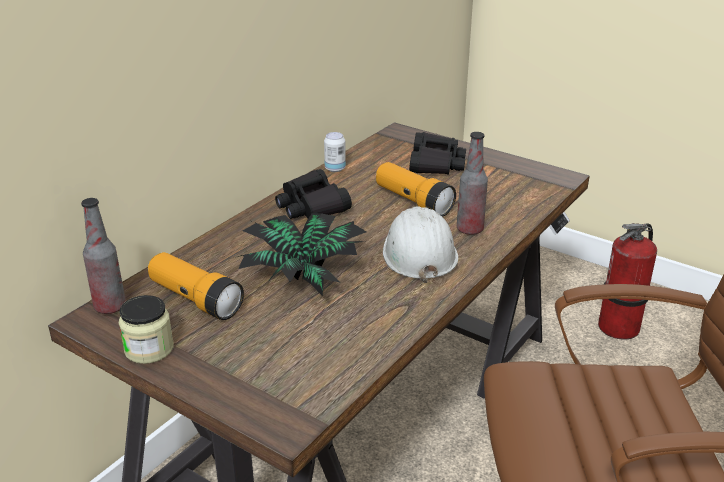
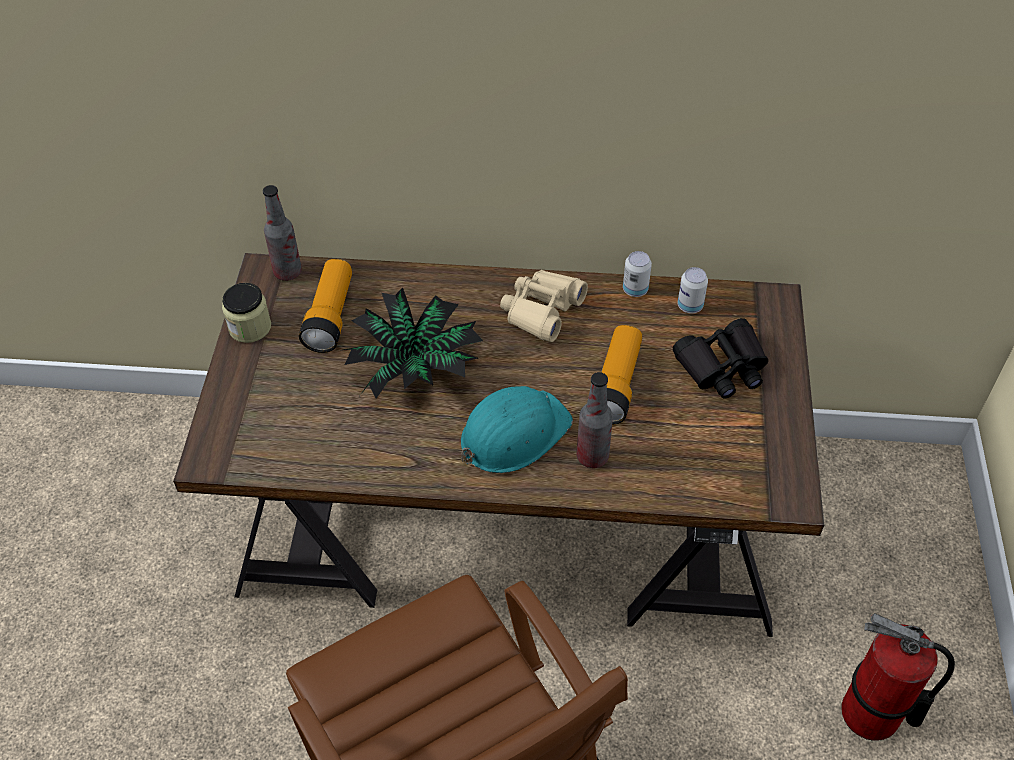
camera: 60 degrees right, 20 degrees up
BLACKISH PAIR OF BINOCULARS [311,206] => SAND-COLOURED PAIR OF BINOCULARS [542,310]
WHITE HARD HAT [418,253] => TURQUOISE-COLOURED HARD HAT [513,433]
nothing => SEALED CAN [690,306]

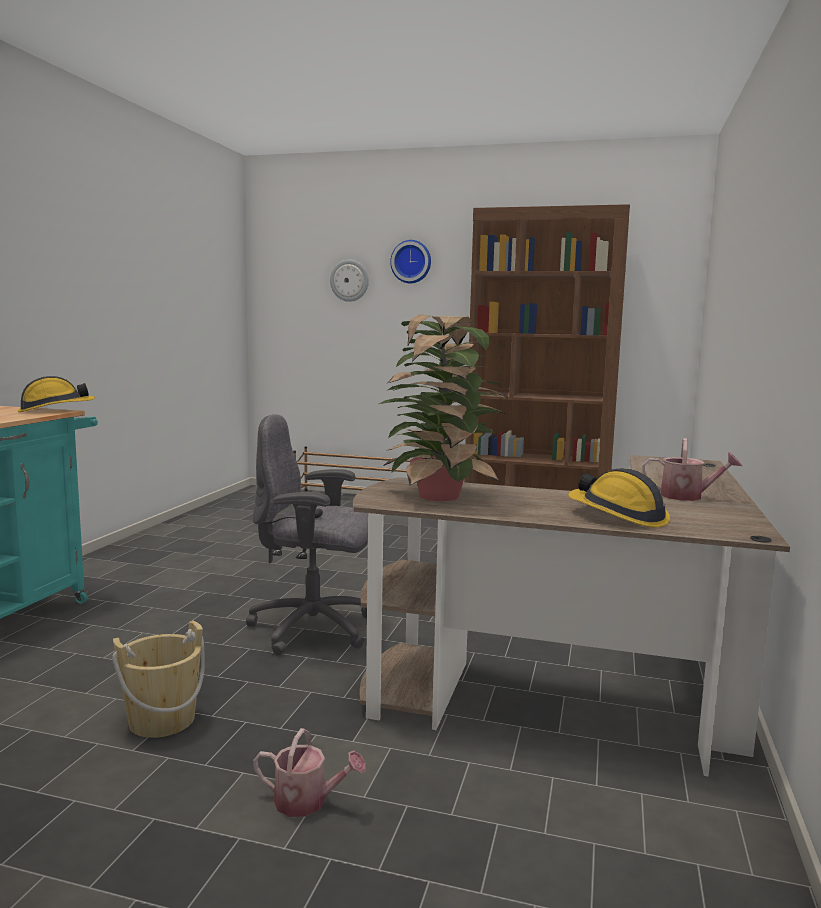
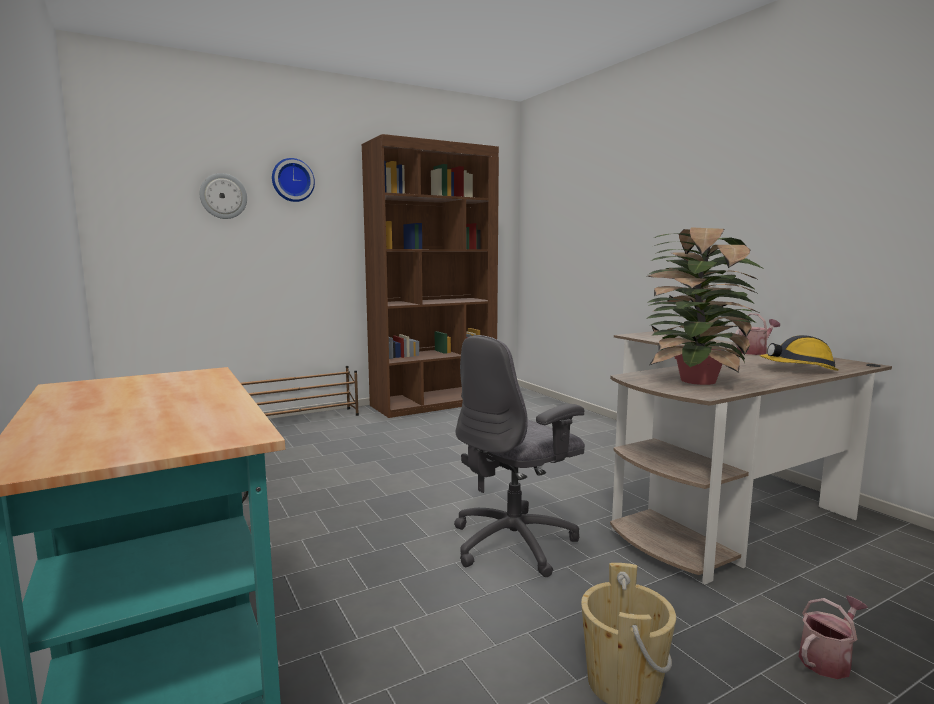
camera: 45 degrees left, 0 degrees up
HARD HAT [55,410] => nothing

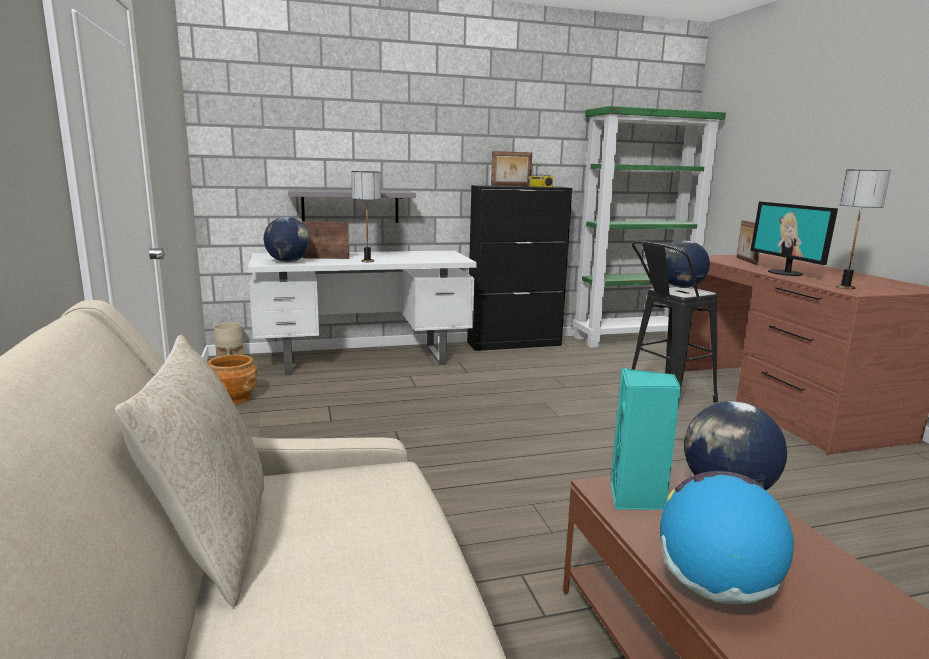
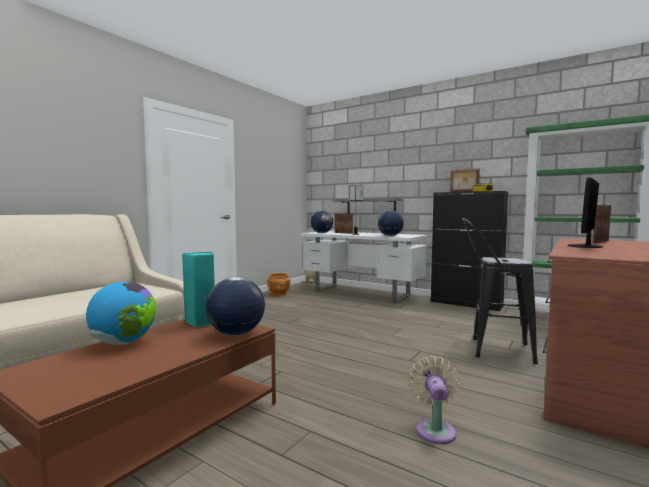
camera: 50 degrees right, 10 degrees down
SAND-COLOURED CUSHION [212,542] => nothing
GLOBE [681,287] => GLOBE [390,235], move
TABLE LAMP [846,287] => nothing
nothing => SAND-COLOURED FAN [435,429]

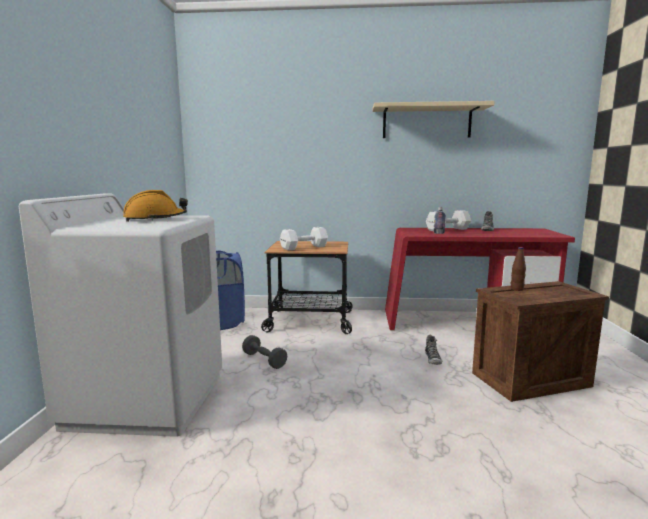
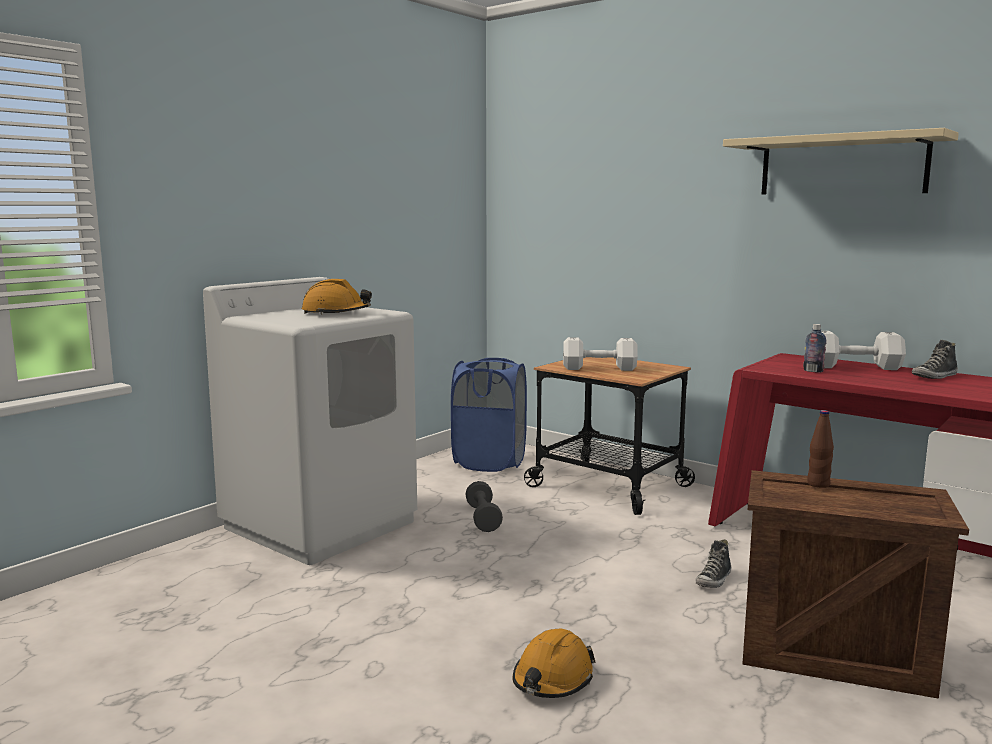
camera: 35 degrees right, 0 degrees up
nothing => ORANGE HARD HAT [552,679]

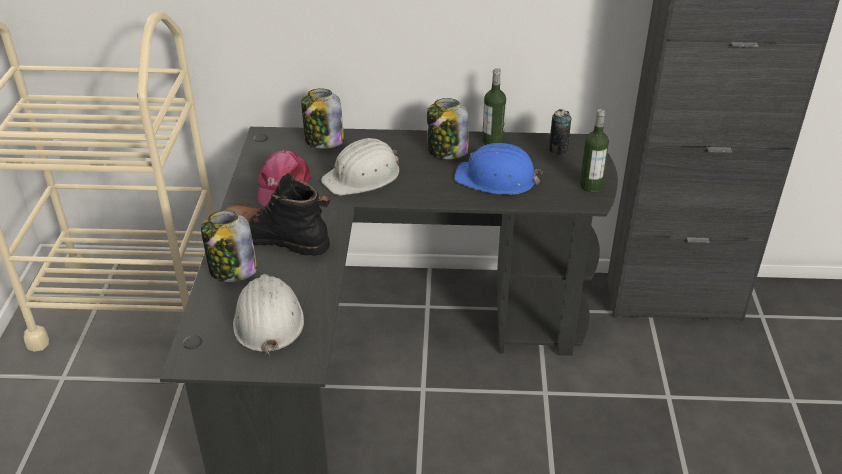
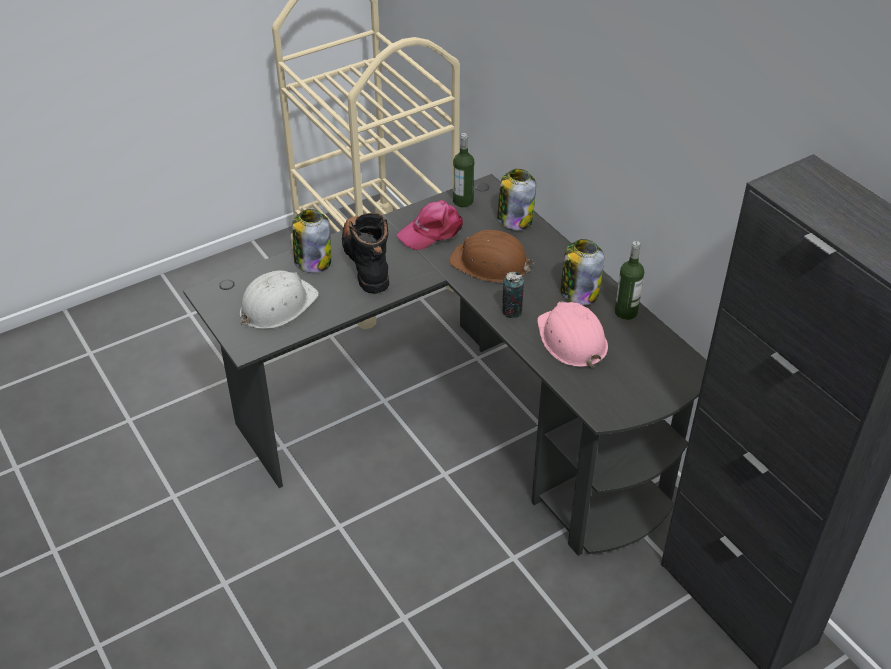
camera: 55 degrees right, 5 degrees up
WHITE HARD HAT [363,176] => BROWN-COLOURED HARD HAT [490,264]
BLUE-COLOURED HARD HAT [496,178] => PINKISH HARD HAT [571,340]
SEALED CAN [558,150] => SEALED CAN [511,312], move
DRINK BOTTLE [590,186] => DRINK BOTTLE [463,201], move

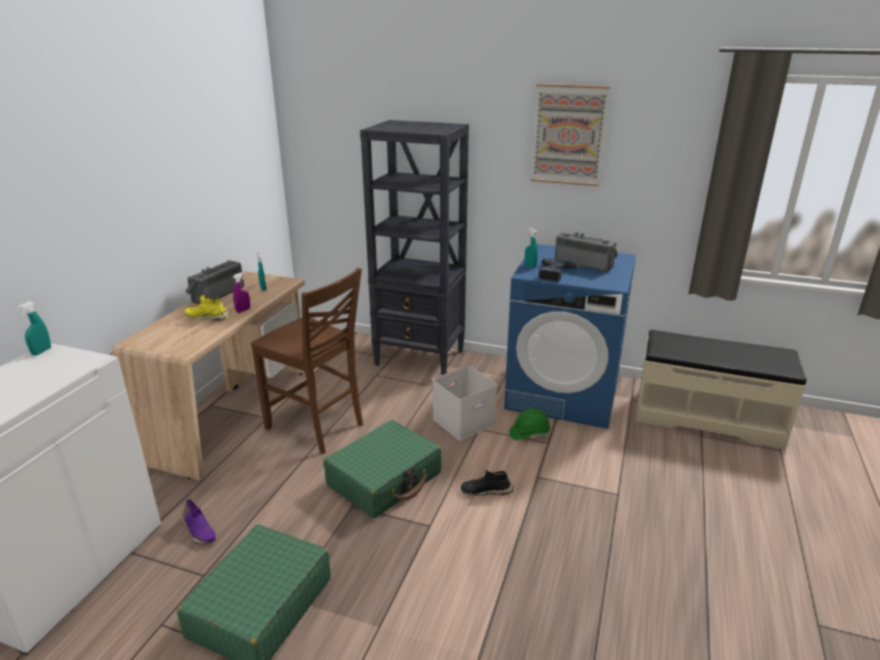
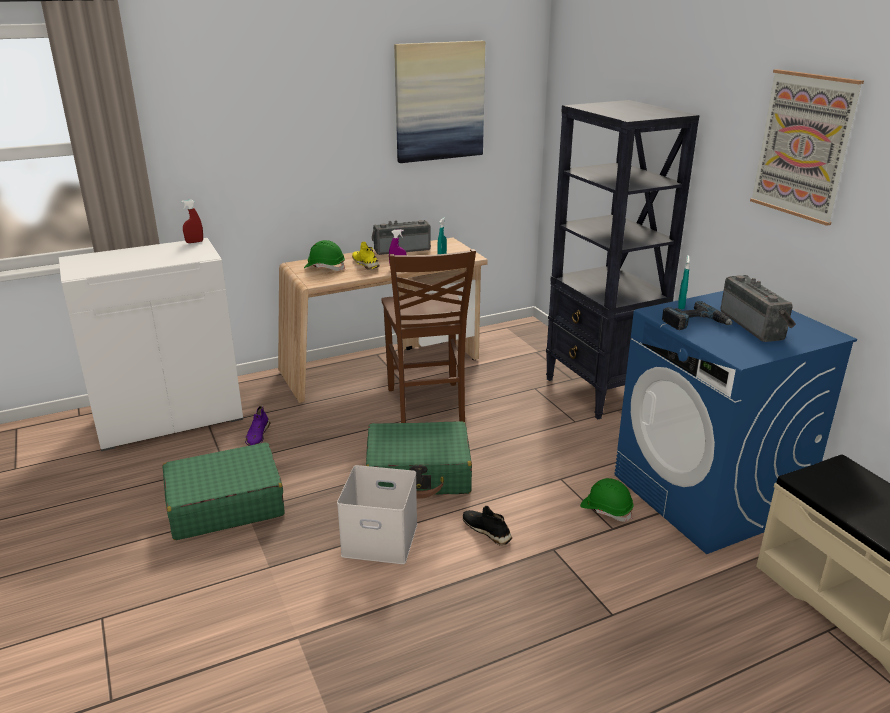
camera: 45 degrees right, 0 degrees up
TURQUOISE-COLOURED HAND SPRAYER [41,351] => RED-COLOURED HAND SPRAYER [194,242]
WHITE STORAGE BOX [464,420] => WHITE STORAGE BOX [382,538], move
nothing => GREEN HARD HAT [324,267]
nothing => WALL ART [439,101]

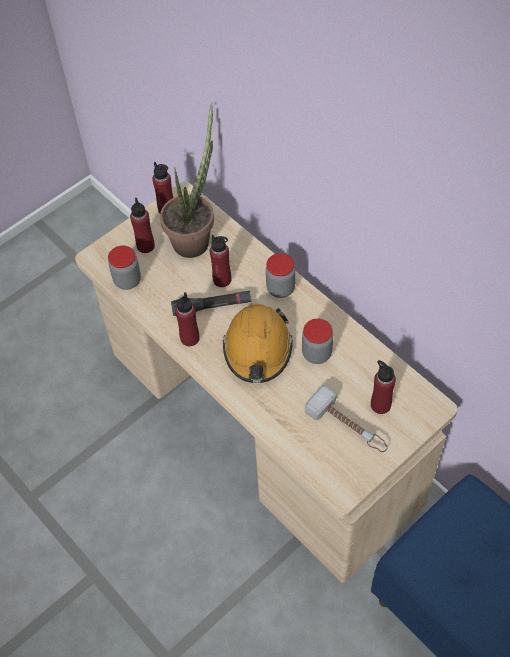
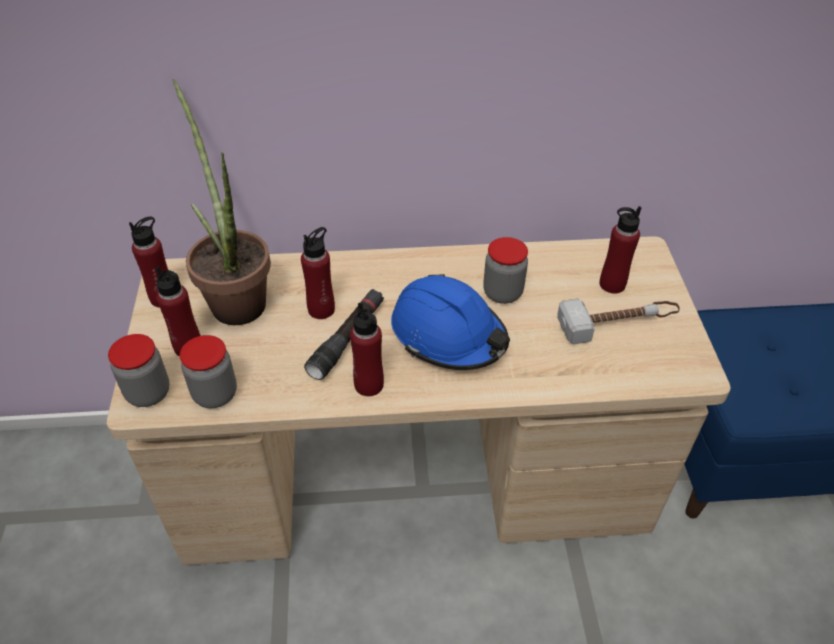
camera: 55 degrees left, 10 degrees down
ORANGE HARD HAT [258,349] => BLUE-COLOURED HARD HAT [448,335]
JAR [280,288] => JAR [148,393], move

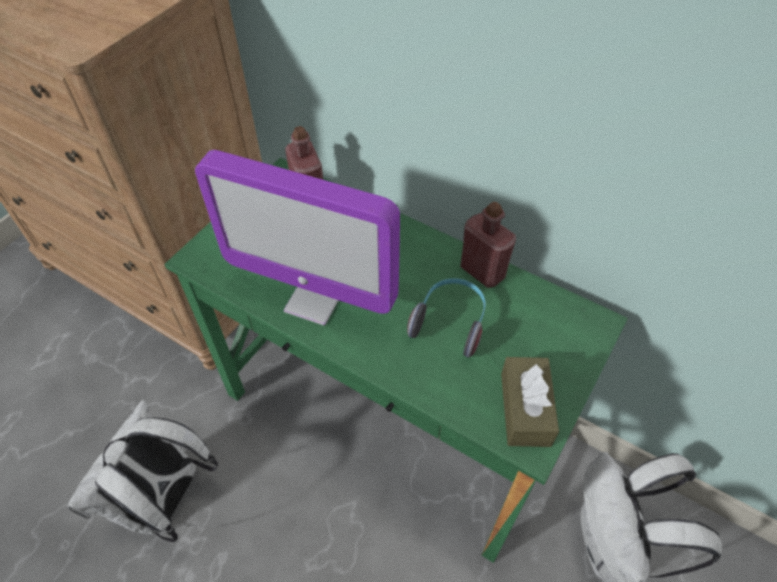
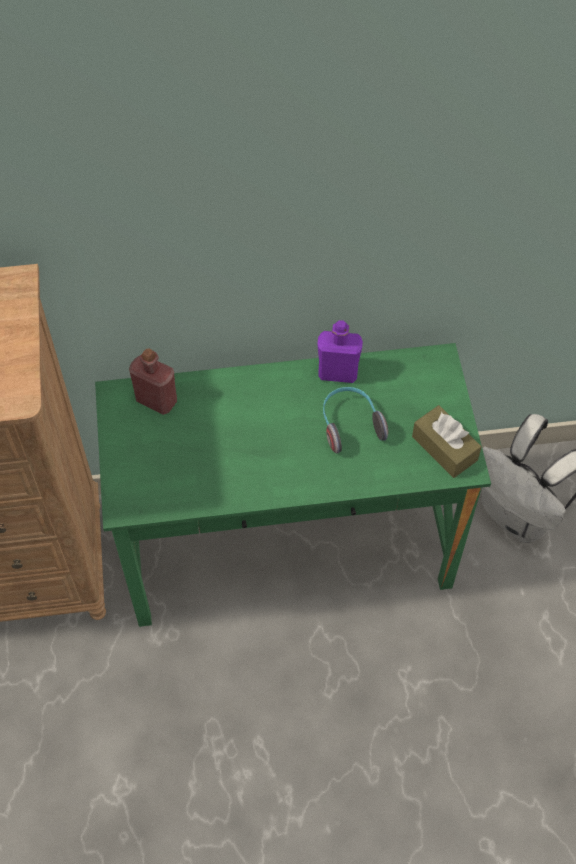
camera: 40 degrees left, 5 degrees up
WHITE RUCKSACK [166,501] => nothing
COMPUTER SCREEN [315,299] => nothing
RED-COLOURED DRINK BOTTLE [482,271] => PURPLISH DRINK BOTTLE [338,373]

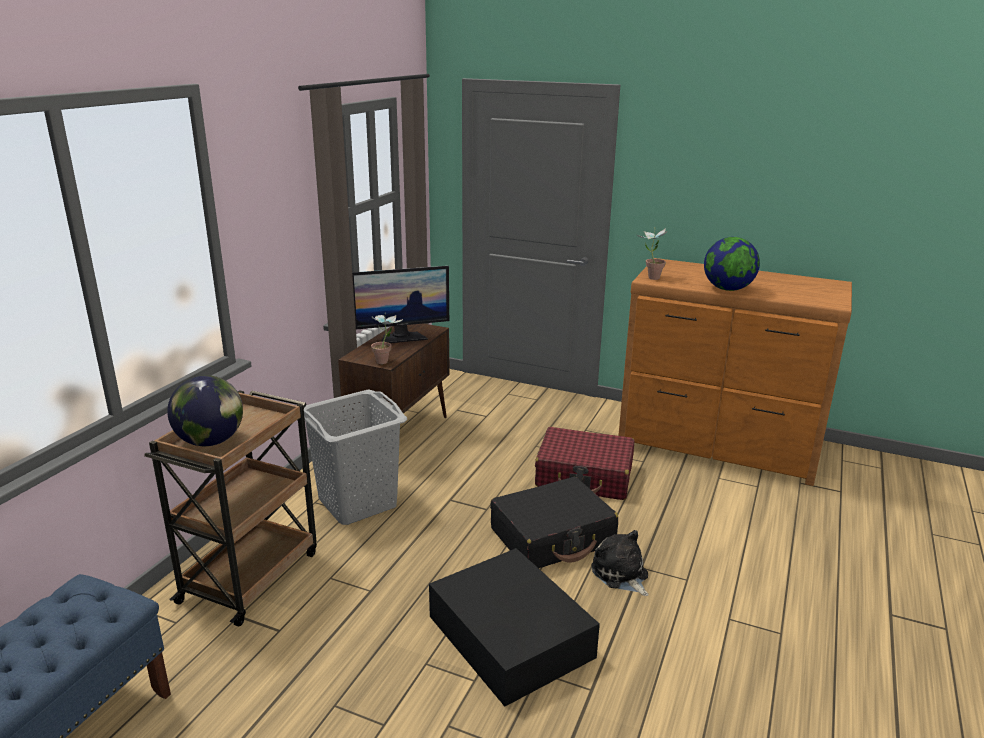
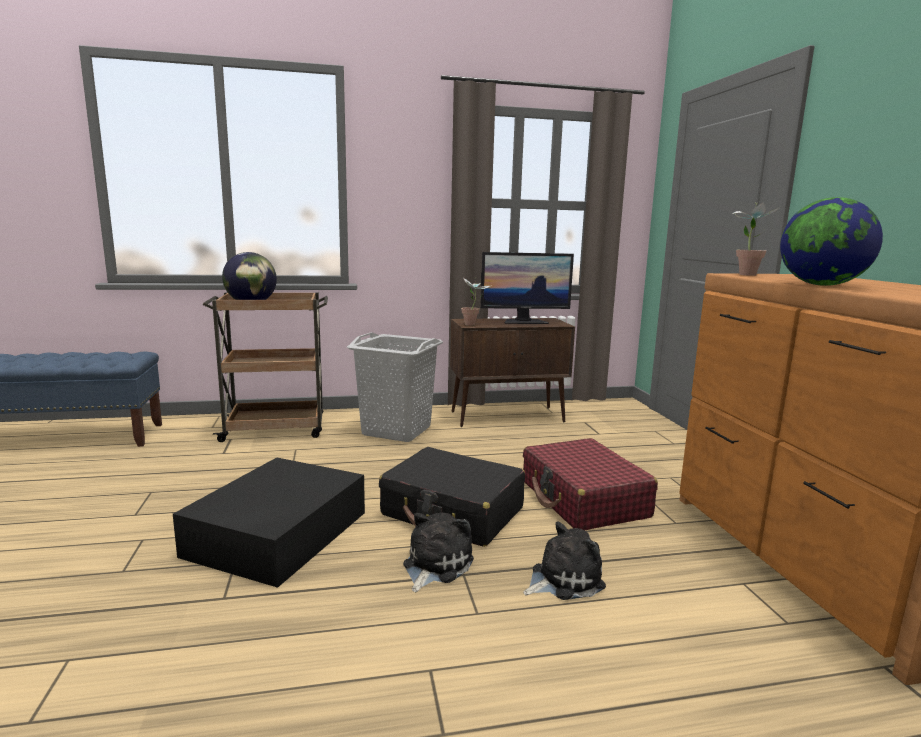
camera: 55 degrees right, 10 degrees down
COMPUTER SCREEN [402,337] => COMPUTER SCREEN [524,322], 45 degrees counterclockwise
nothing => SOFT TOY [563,579]

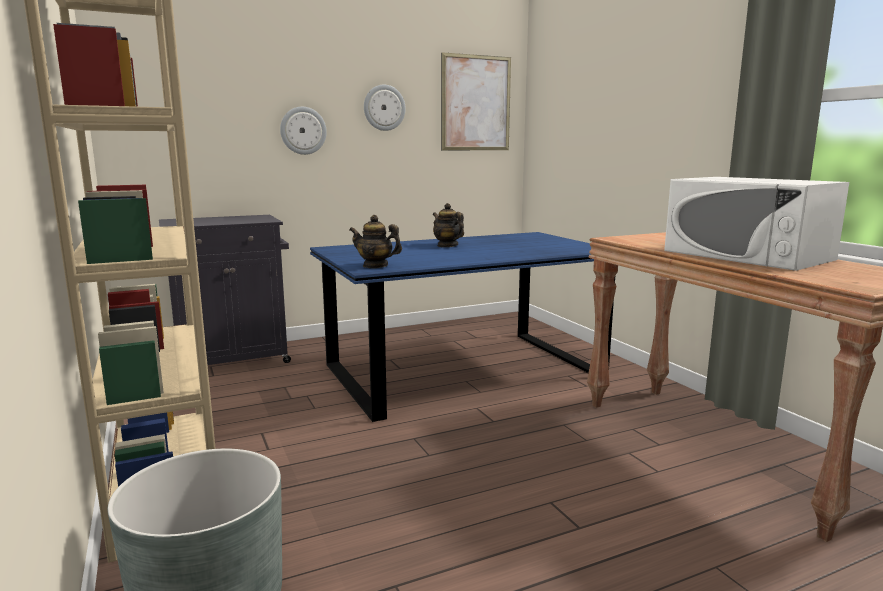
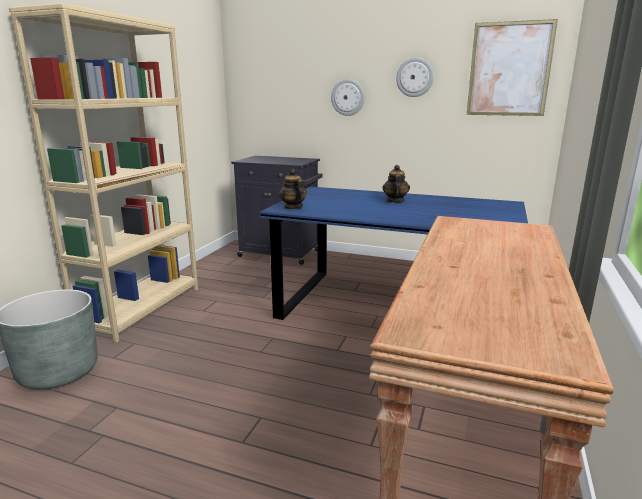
camera: 45 degrees right, 5 degrees up
WHITE MICROWAVE [747,255] => nothing

